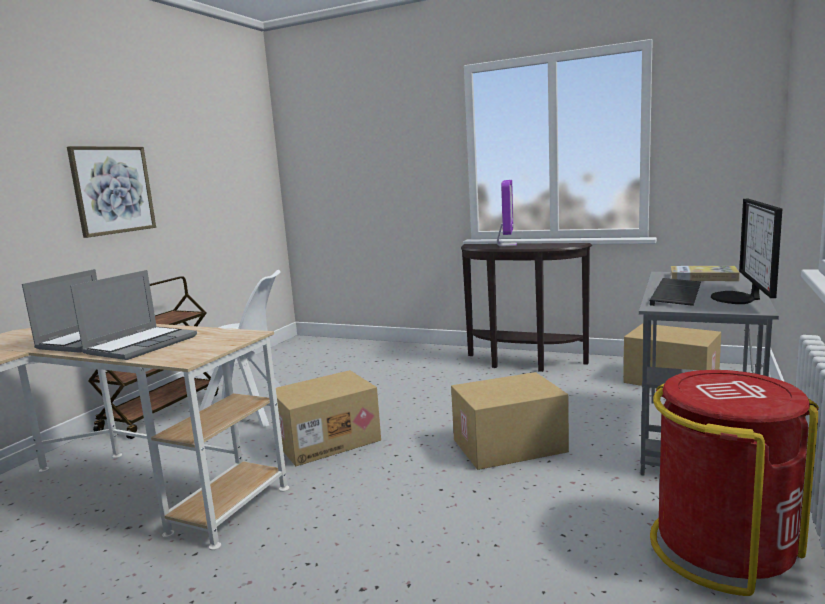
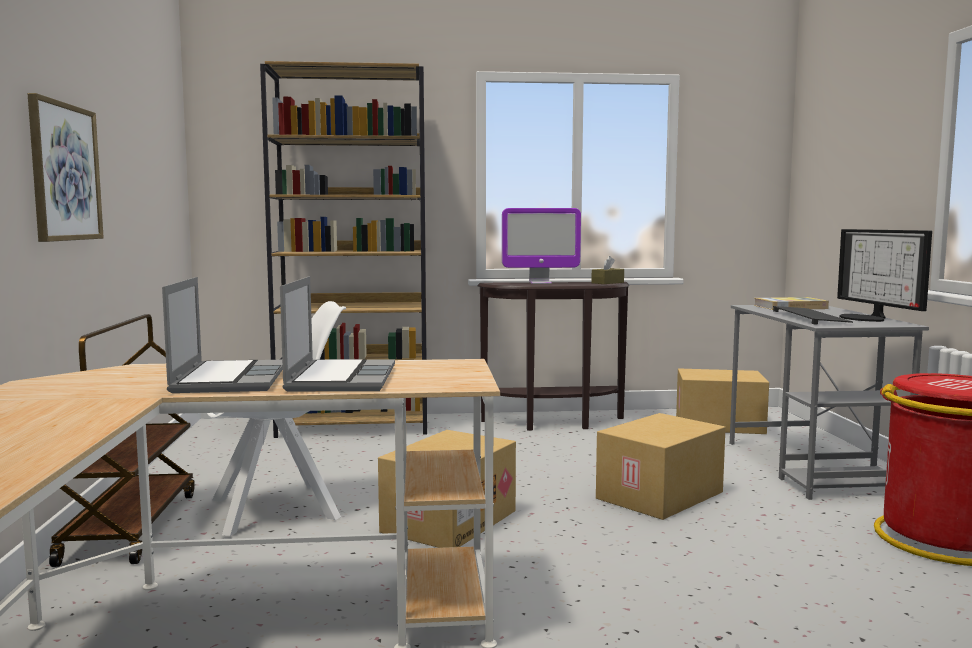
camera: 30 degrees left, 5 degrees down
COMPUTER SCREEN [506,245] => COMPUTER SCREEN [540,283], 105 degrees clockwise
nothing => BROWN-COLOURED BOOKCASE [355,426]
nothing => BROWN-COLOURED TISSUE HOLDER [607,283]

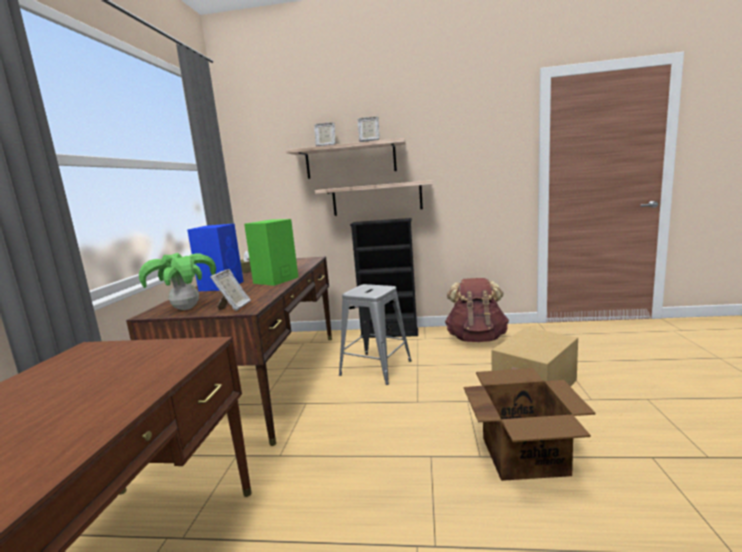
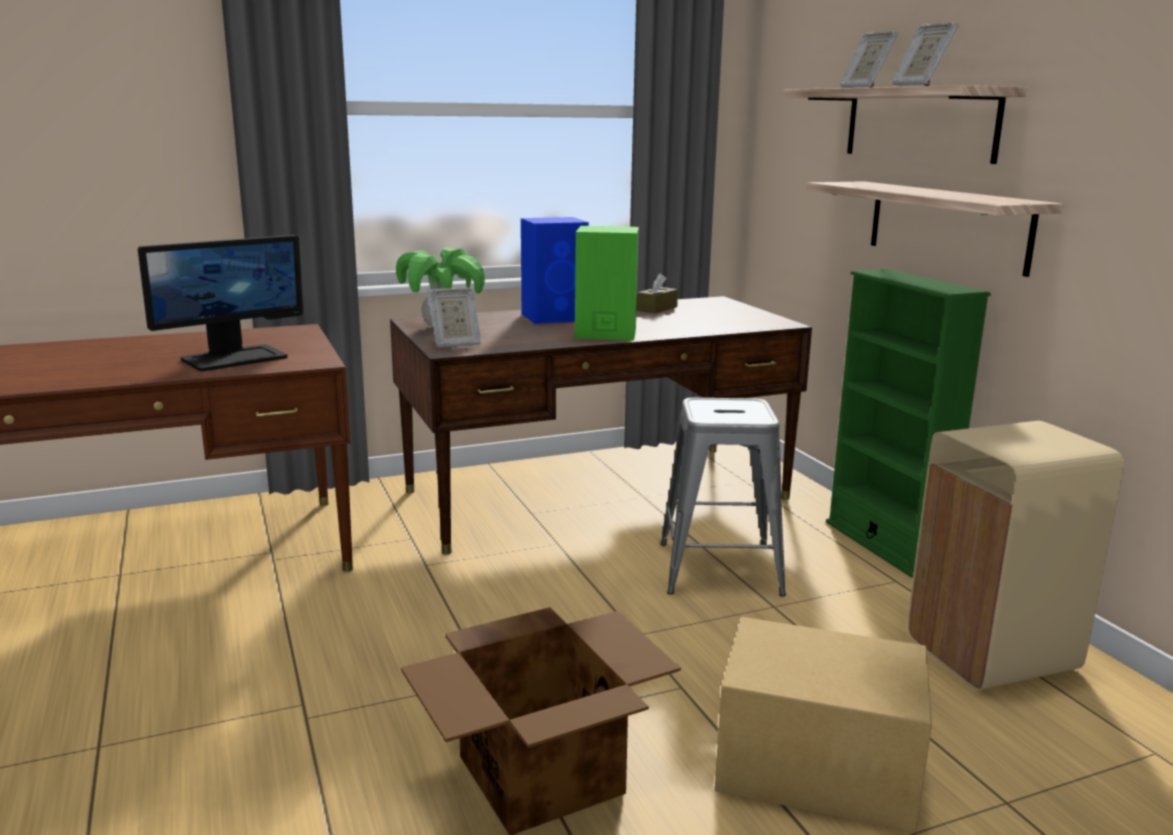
camera: 60 degrees right, 5 degrees up
BLACKISH BOOKCASE [389,333] => GREEN BOOKCASE [885,545]
BROWN-COLOURED RUCKSACK [476,338] => SAND-COLOURED WASTE BIN [993,654]
nothing => COMPUTER SCREEN [234,358]

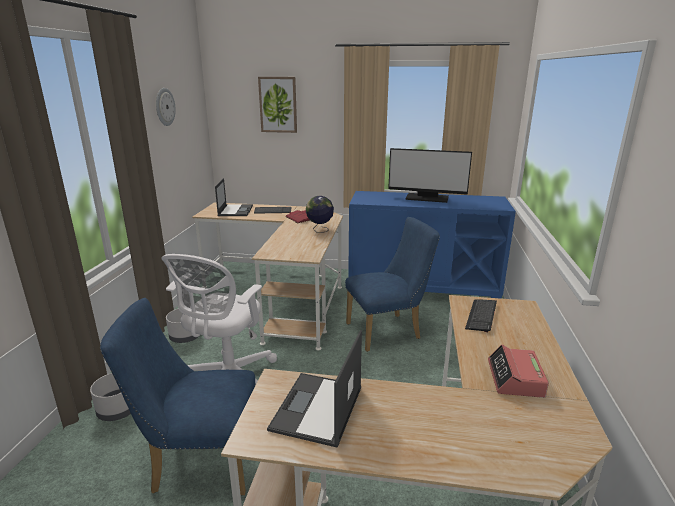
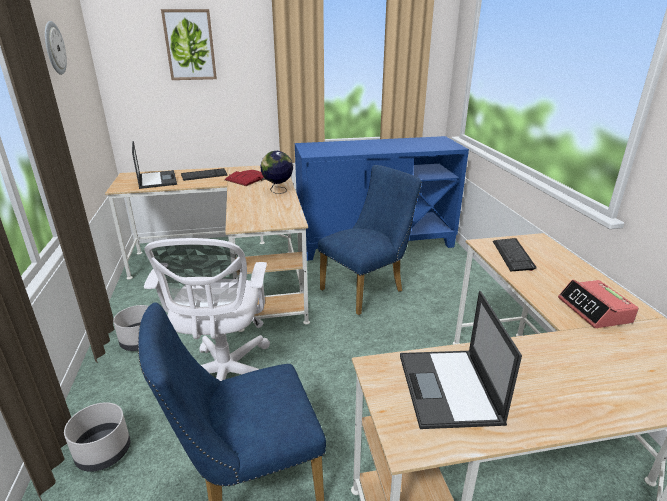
camera: 20 degrees left, 5 degrees up
COMPUTER SCREEN [427,198] => nothing

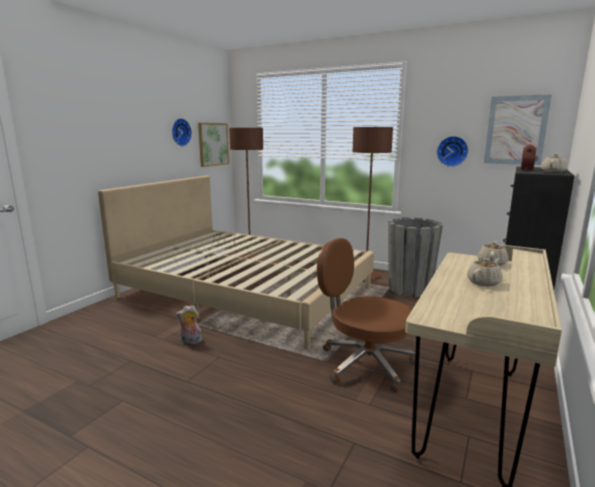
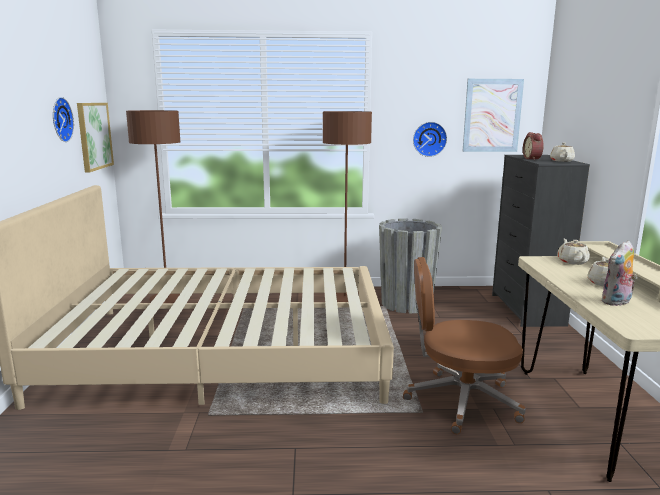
camera: 30 degrees left, 0 degrees up
SOFT TOY [190,341] => SOFT TOY [617,302], move

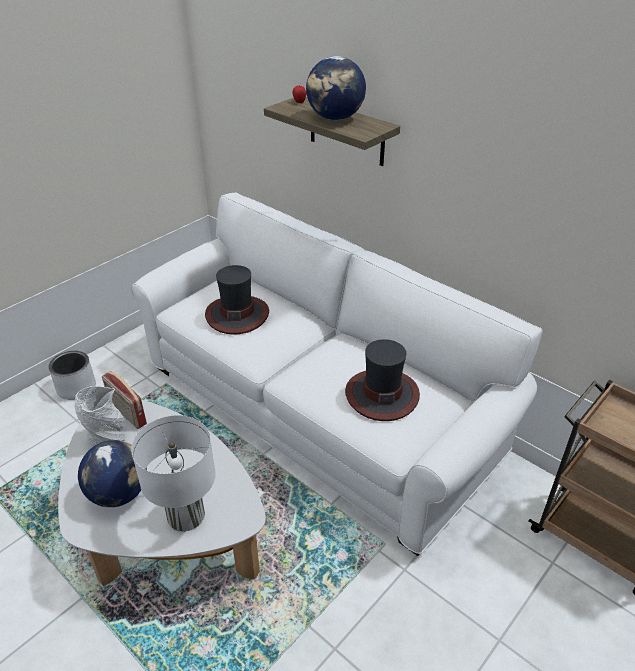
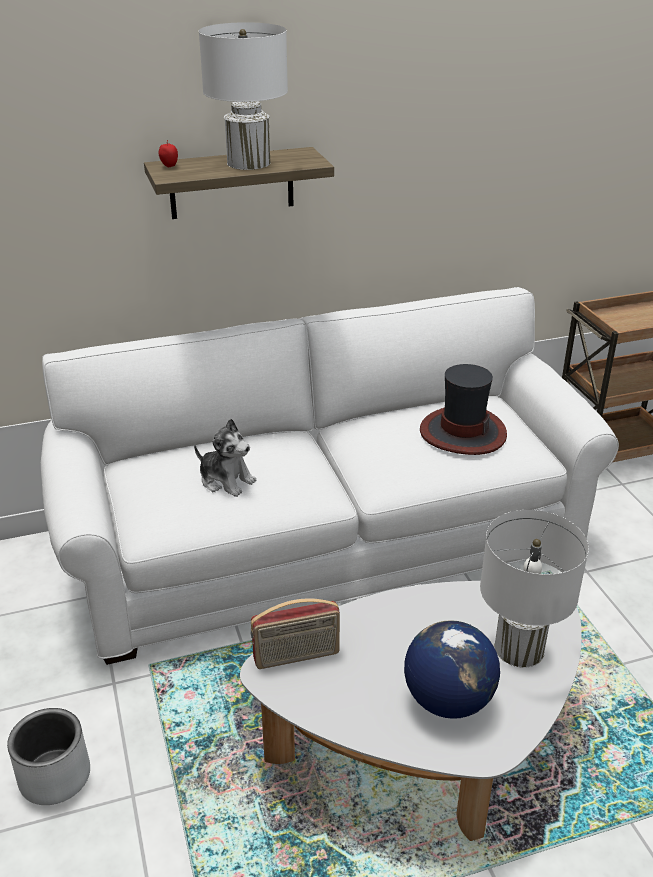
camera: 60 degrees left, 5 degrees down
GREY FLOWER VASE [108,438] => nothing
WEARABLE HAT [237,314] => SOFT TOY [226,480]
GLOBE [335,118] => WHITE TABLE LAMP [249,163]

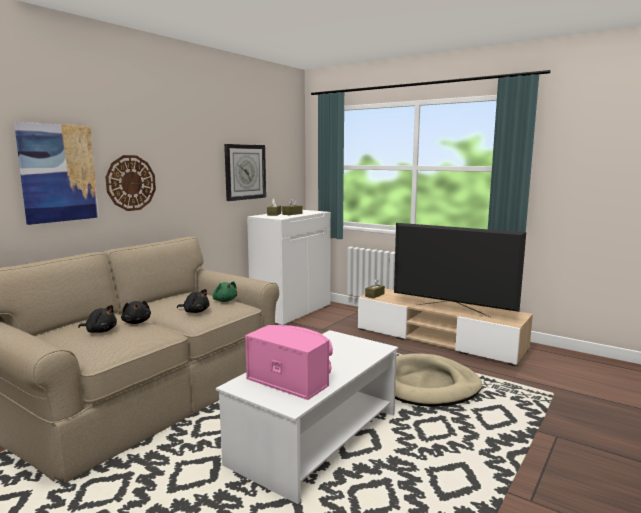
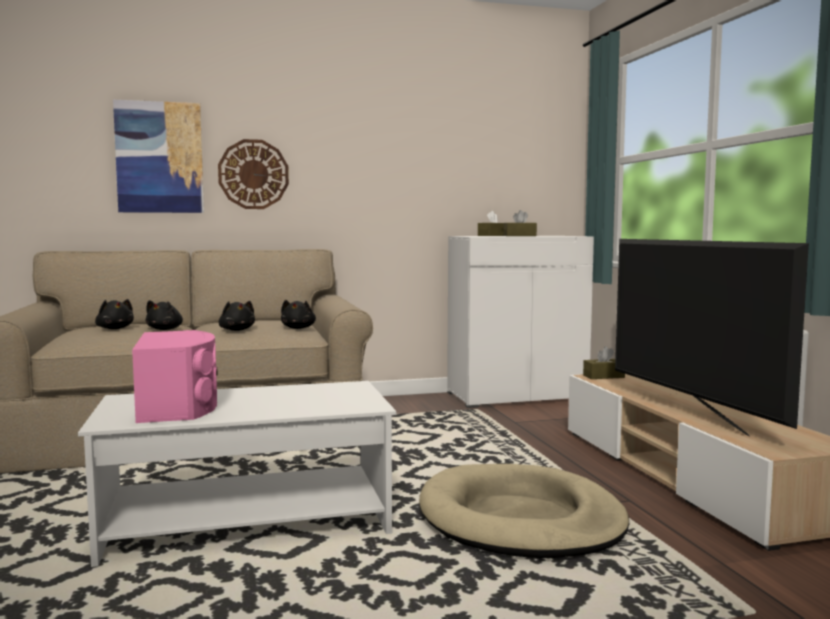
camera: 40 degrees right, 5 degrees down
GREEN SOFT TOY [224,300] => BLACKISH SOFT TOY [298,328]
HANGING CLOCK [245,172] => nothing

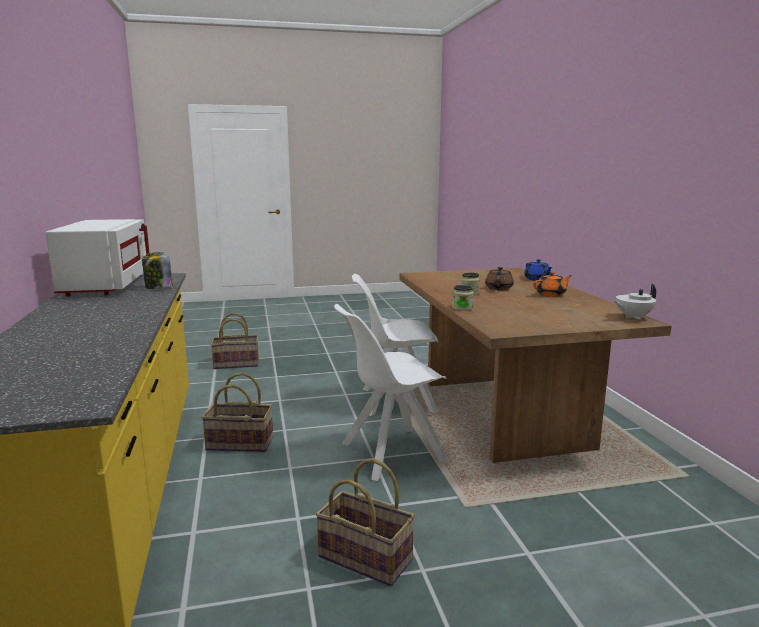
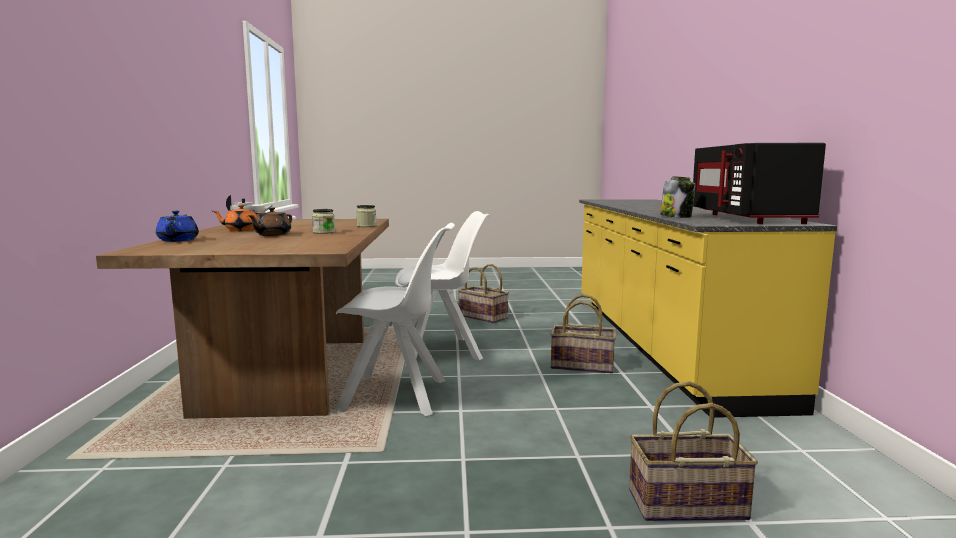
camera: 170 degrees left, 5 degrees down
WHITE MICROWAVE [106,285] => BLACKISH MICROWAVE [749,218]

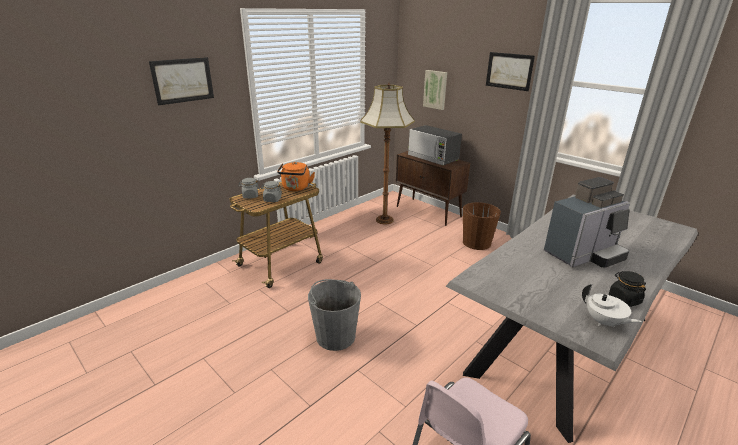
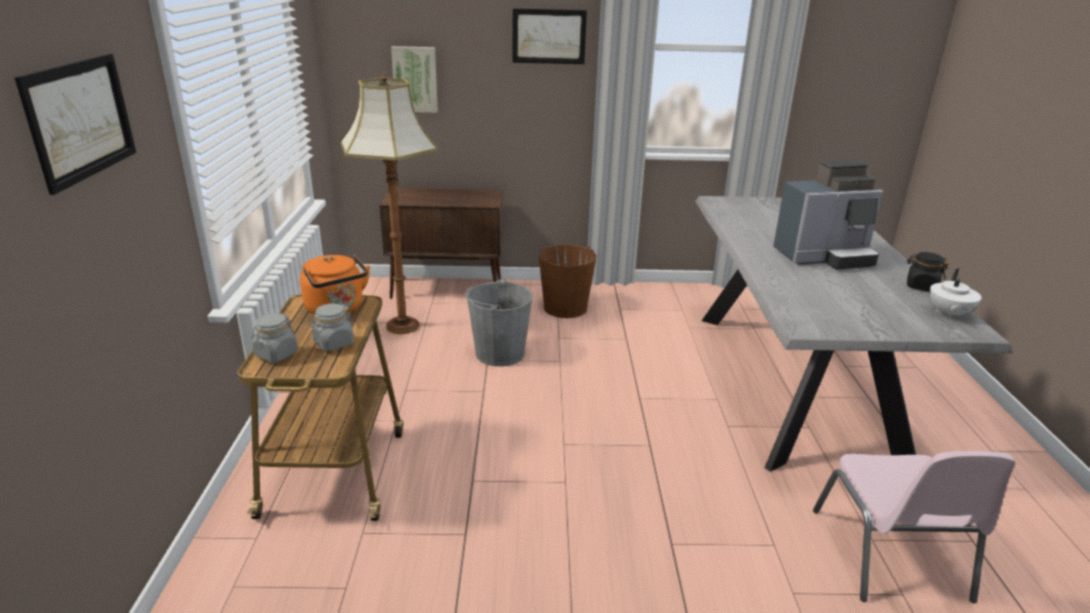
camera: 45 degrees left, 0 degrees up
GREY WATER BUCKET [335,336] => GREY WATER BUCKET [499,353], move
MICROWAVE [433,158] => nothing
COFFEE BREWER [584,254] => COFFEE BREWER [824,257], 60 degrees clockwise
WHITE TEA POT [604,322] => WHITE TEA POT [948,313], 105 degrees clockwise

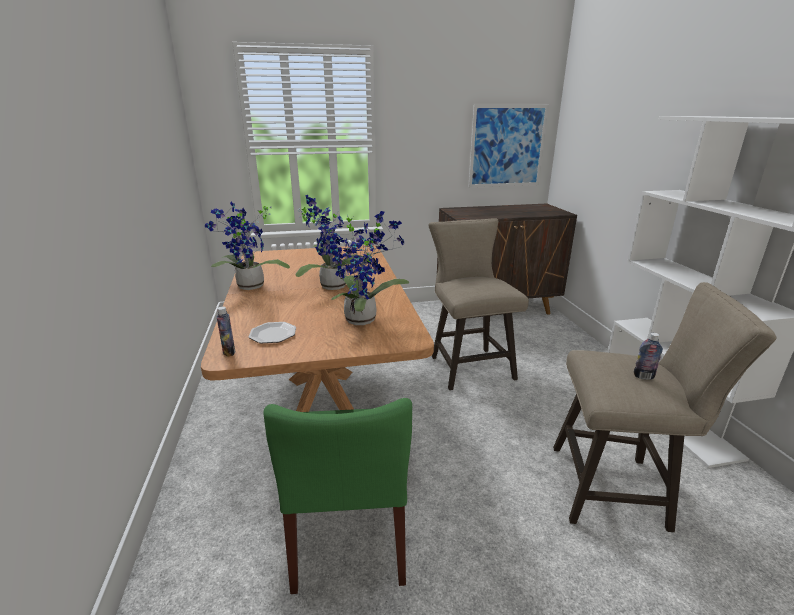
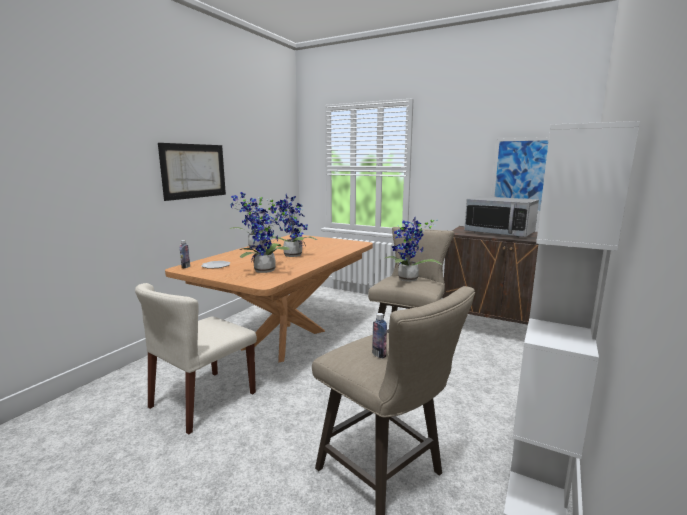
camera: 40 degrees right, 10 degrees down
GREEN UPRIGHT CHAIR [350,533] => SAND-COLOURED UPRIGHT CHAIR [203,400]
nothing => WALL ART [194,171]
nothing => HOUSEPLANT [408,280]
nothing => MICROWAVE [499,233]

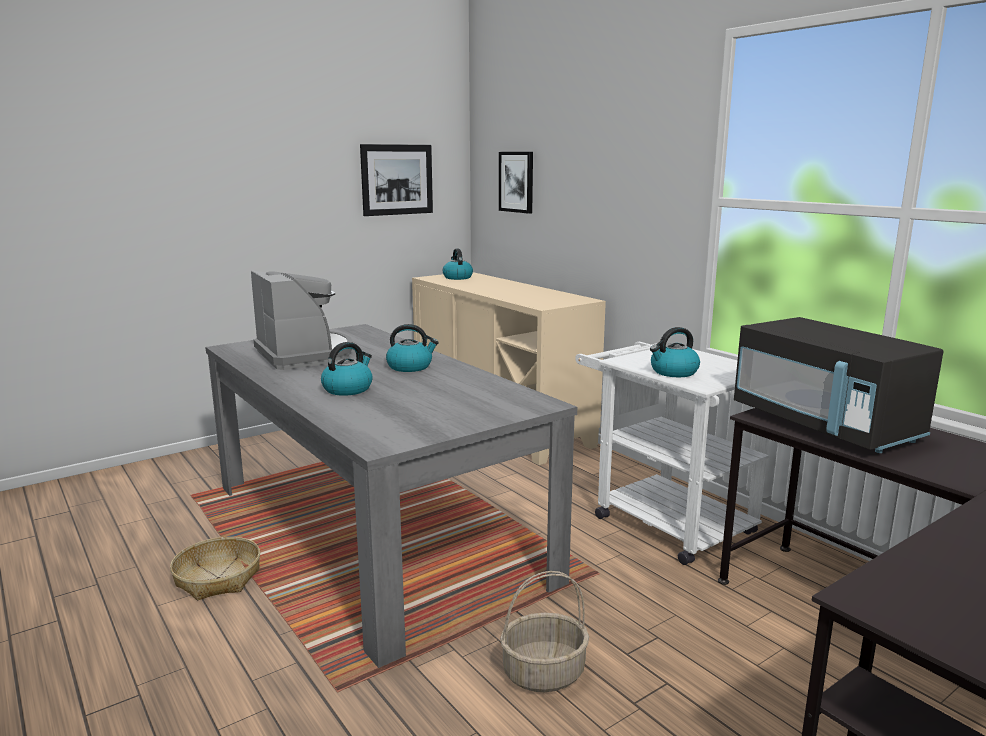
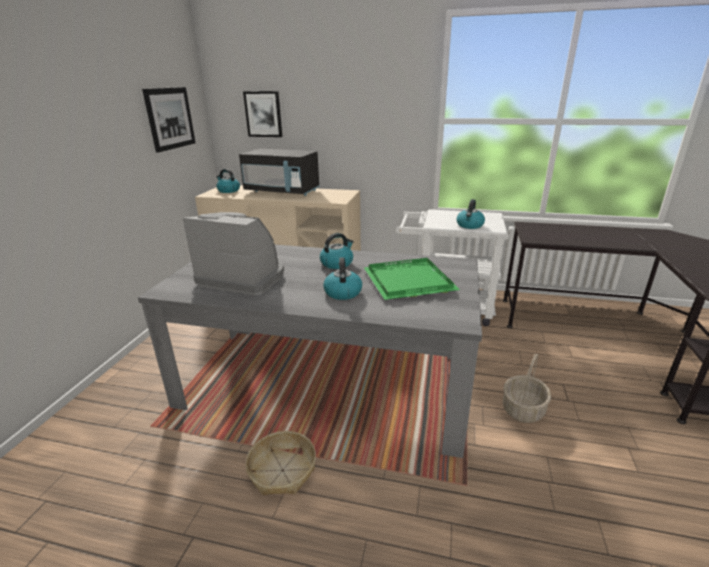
camera: 40 degrees left, 10 degrees up
BLACKISH MICROWAVE [824,425] => BLACKISH MICROWAVE [282,191], move
nothing => GREEN TRAY [410,281]

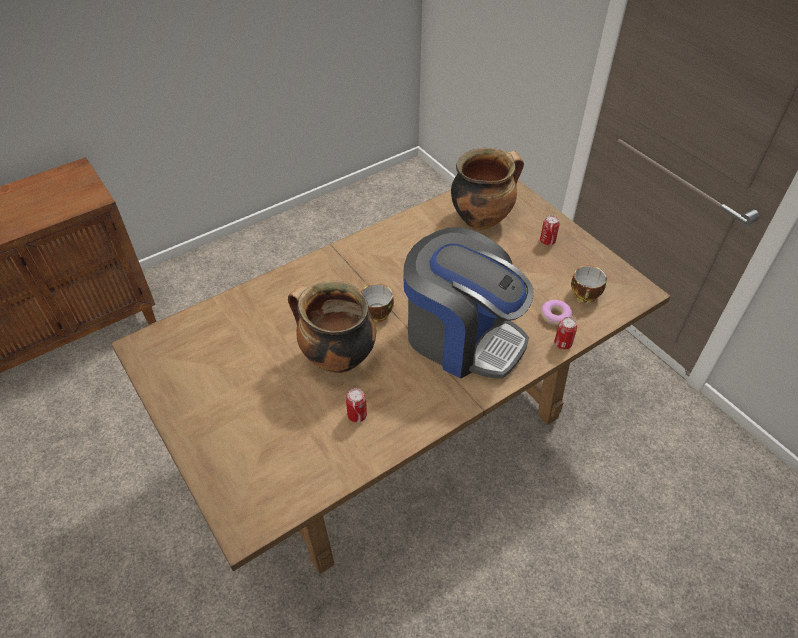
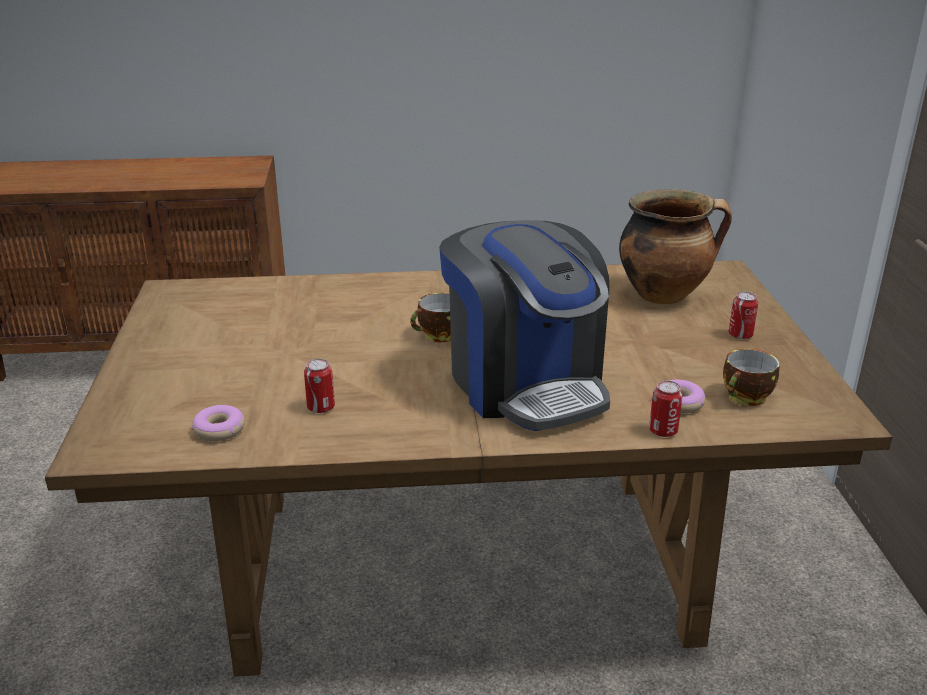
camera: 30 degrees right, 20 degrees down
COOKING POT [336,358] => nothing
nothing => DONUT [219,430]

